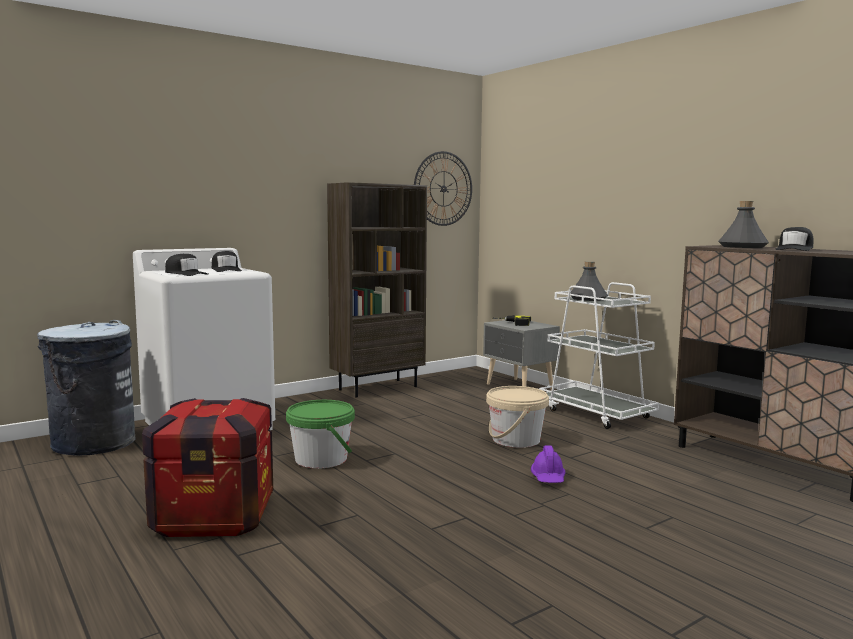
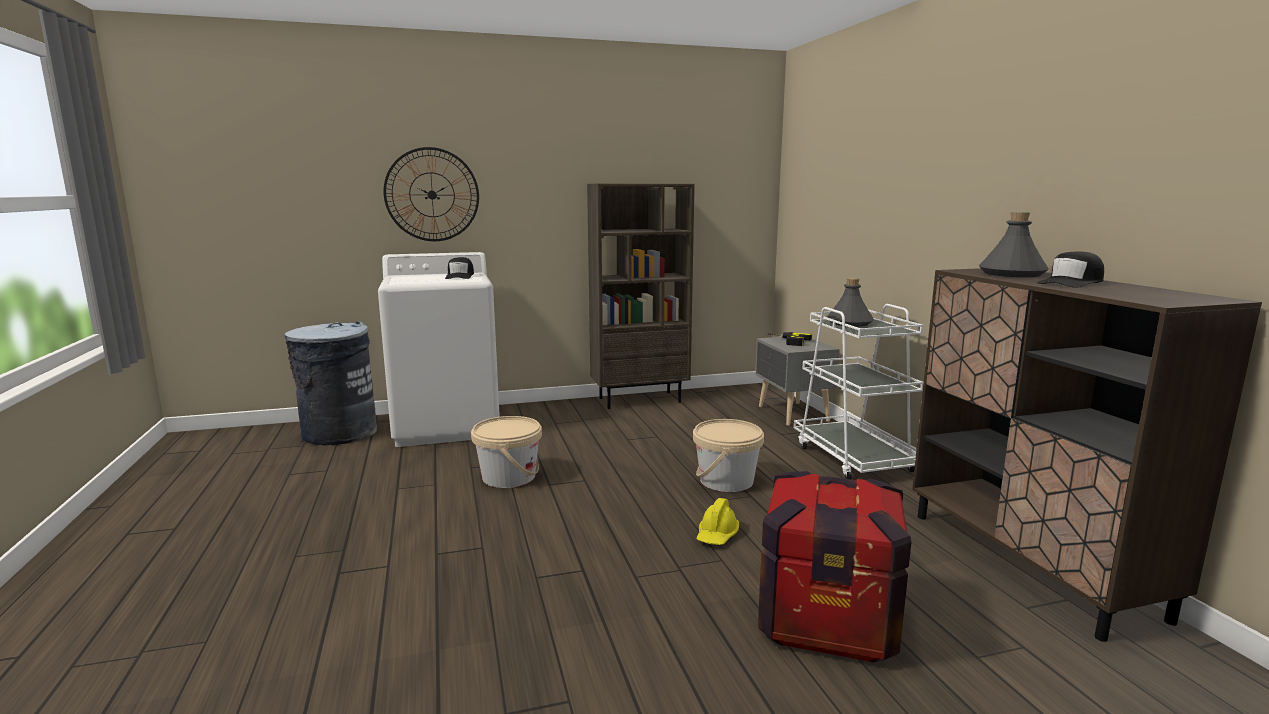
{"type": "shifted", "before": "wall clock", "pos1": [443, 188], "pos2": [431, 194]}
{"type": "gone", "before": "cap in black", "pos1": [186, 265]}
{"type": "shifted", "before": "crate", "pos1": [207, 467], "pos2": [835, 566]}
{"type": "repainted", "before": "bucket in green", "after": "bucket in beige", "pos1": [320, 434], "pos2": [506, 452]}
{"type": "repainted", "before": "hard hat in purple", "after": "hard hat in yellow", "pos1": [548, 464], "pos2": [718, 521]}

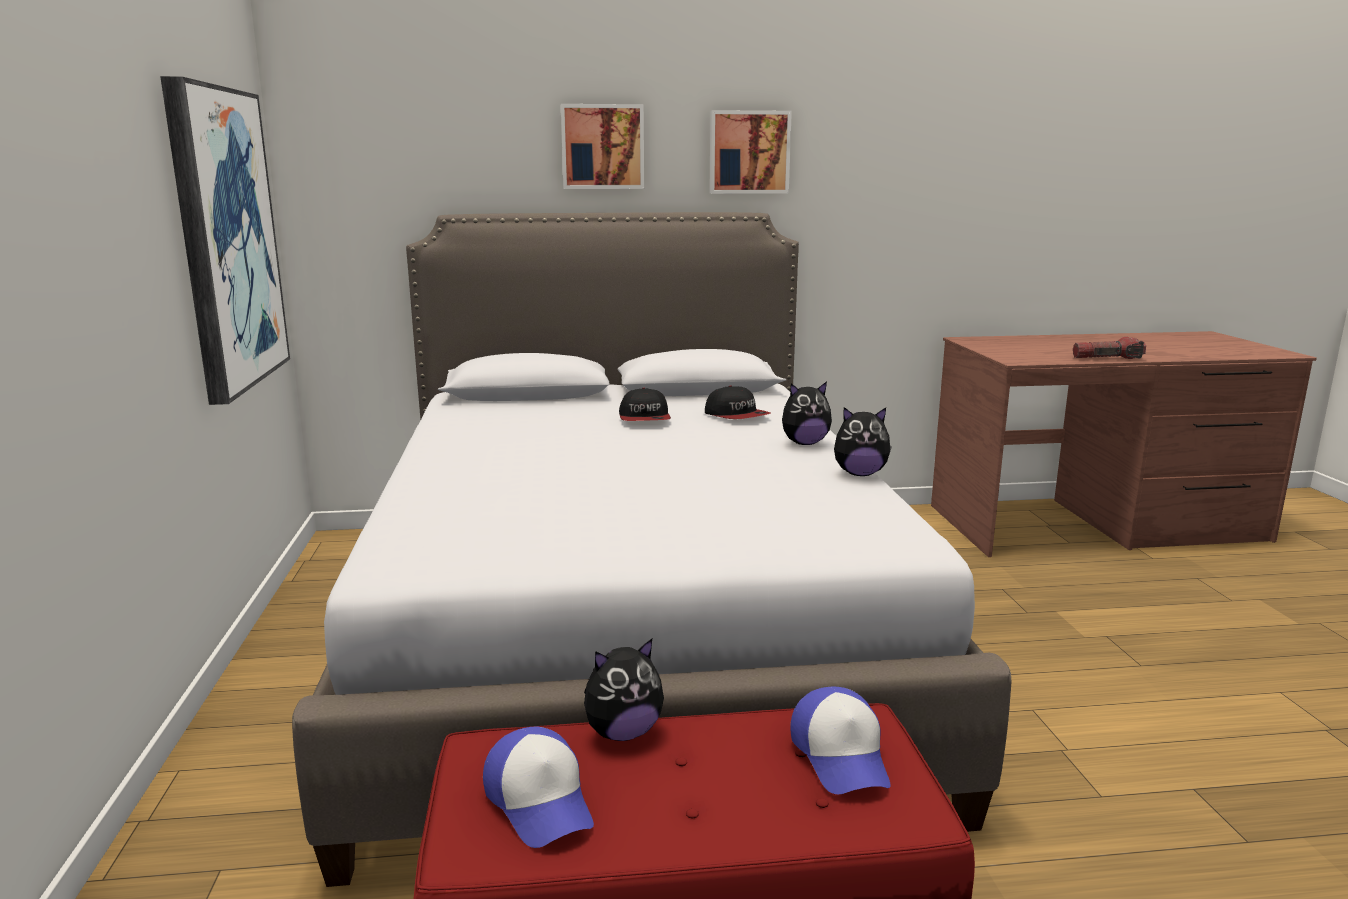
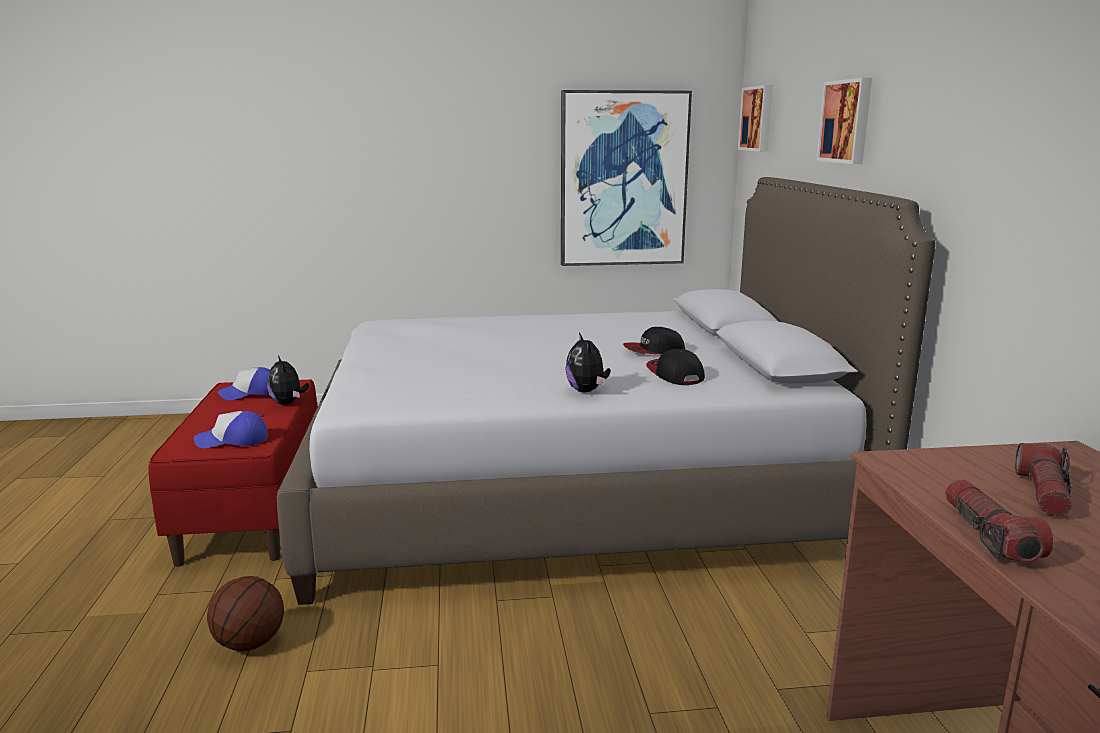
{"type": "shifted", "before": "picture", "pos1": [750, 152], "pos2": [755, 118]}
{"type": "rotated", "before": "cap", "pos1": [737, 402], "pos2": [675, 367], "turn": 105}
{"type": "gone", "before": "plush toy", "pos1": [863, 441]}
{"type": "new", "after": "flashlight", "pos2": [1043, 480]}
{"type": "new", "after": "basketball", "pos2": [245, 613]}

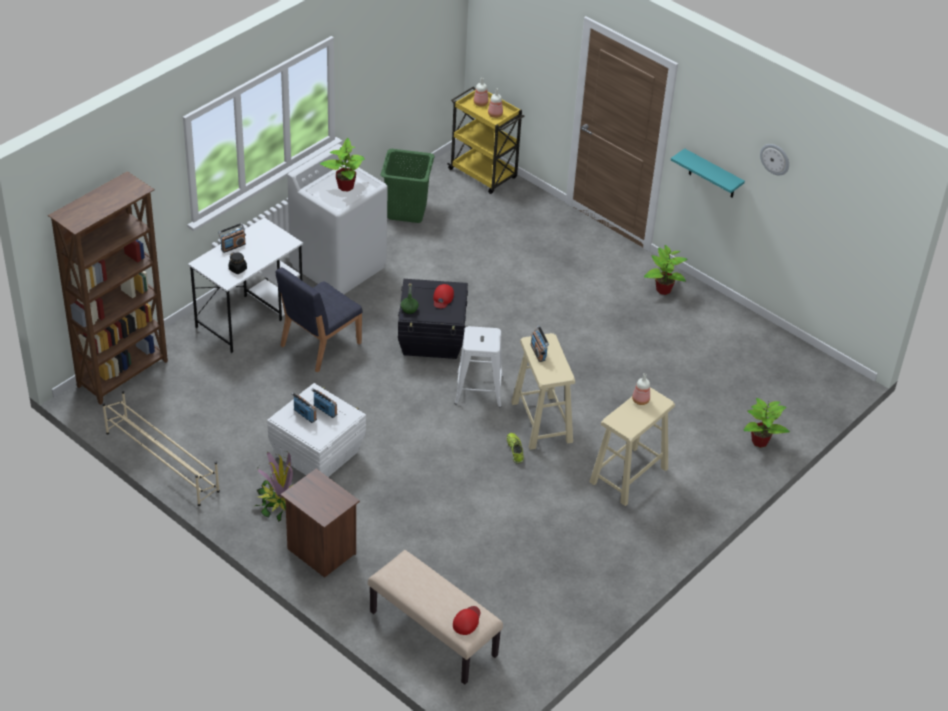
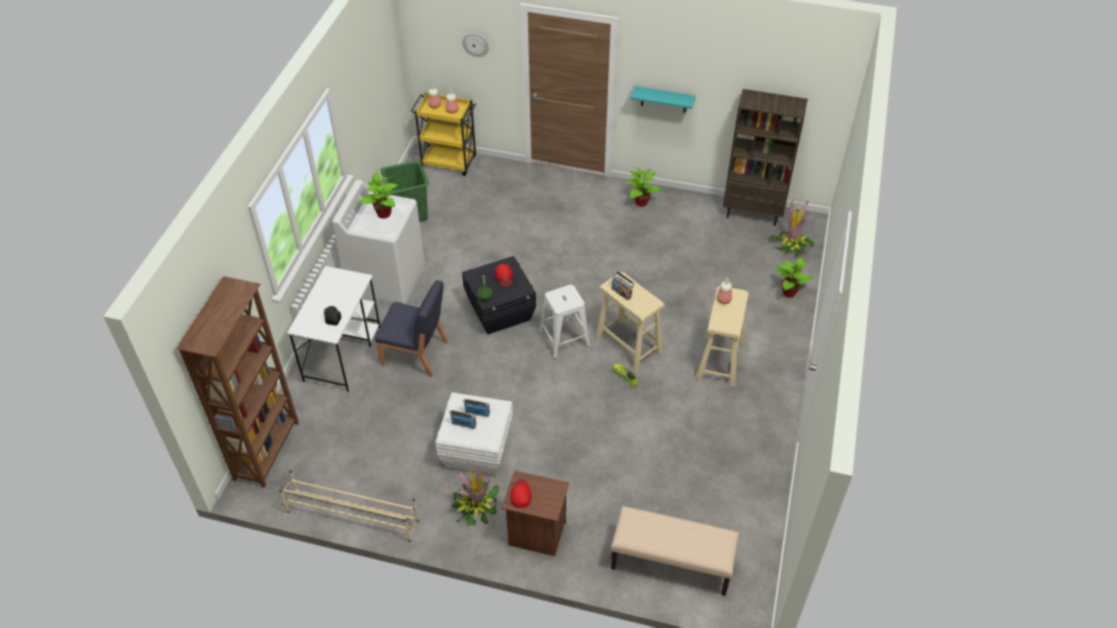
{"type": "shifted", "before": "wall clock", "pos1": [774, 159], "pos2": [475, 45]}
{"type": "gone", "before": "radio", "pos1": [232, 238]}
{"type": "rotated", "before": "chair in blue", "pos1": [319, 320], "pos2": [411, 328], "turn": -90}
{"type": "shifted", "before": "cap in red", "pos1": [466, 620], "pos2": [521, 493]}
{"type": "new", "after": "bookcase in brown", "pos2": [765, 157]}
{"type": "new", "after": "potted plant", "pos2": [792, 228]}

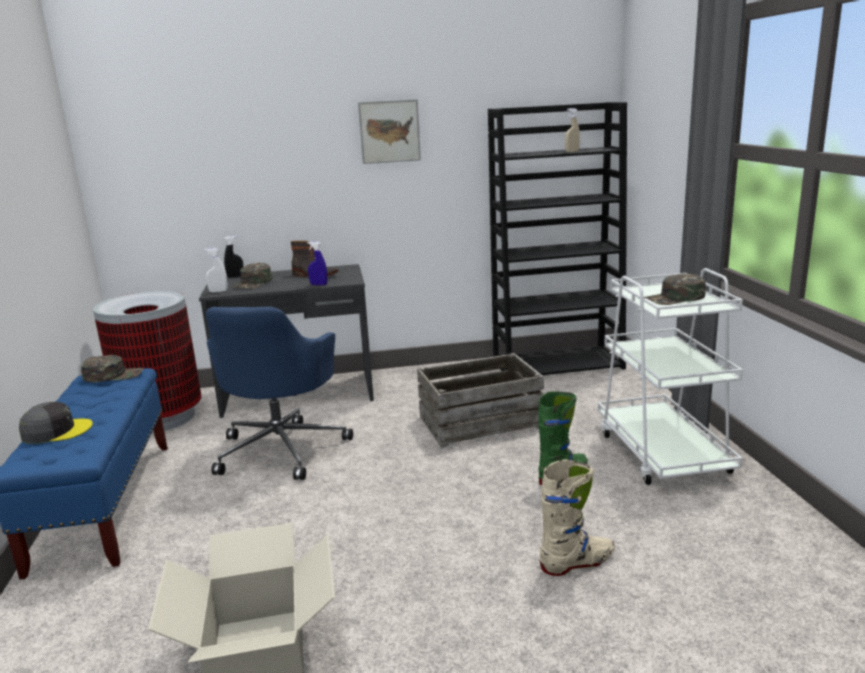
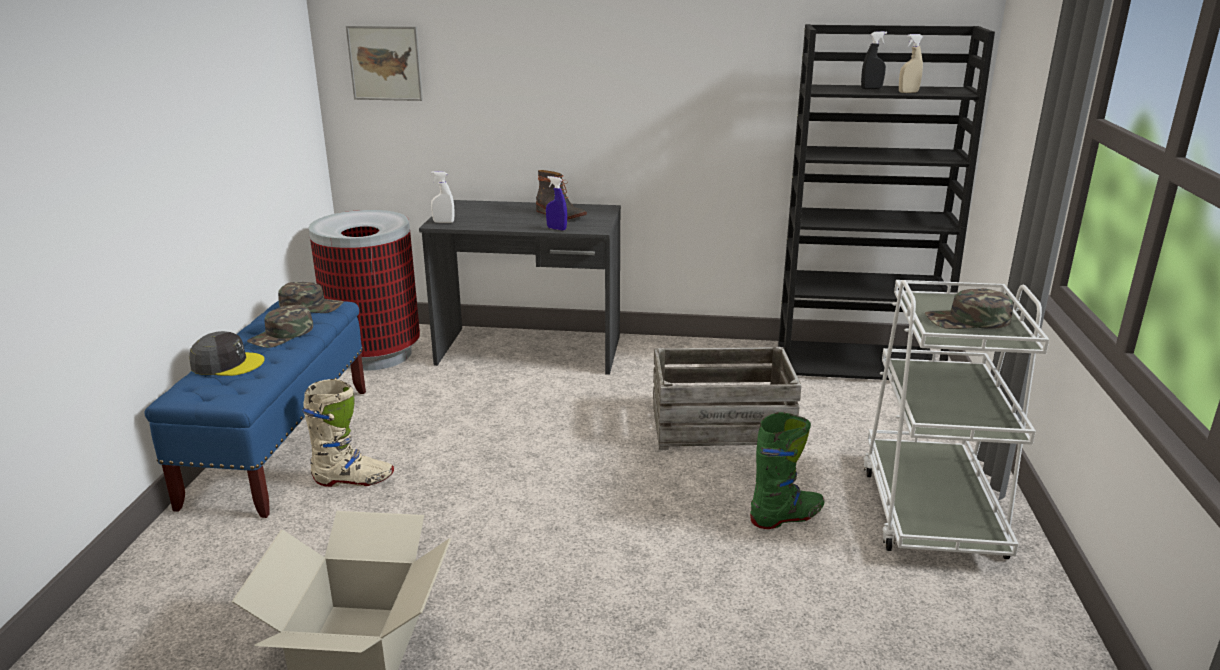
{"type": "shifted", "before": "picture", "pos1": [389, 131], "pos2": [384, 63]}
{"type": "shifted", "before": "spray bottle in black", "pos1": [234, 256], "pos2": [874, 60]}
{"type": "shifted", "before": "cap in green", "pos1": [252, 276], "pos2": [280, 326]}
{"type": "gone", "before": "office chair in blue", "pos1": [279, 393]}
{"type": "shifted", "before": "boot in beige", "pos1": [577, 518], "pos2": [348, 433]}

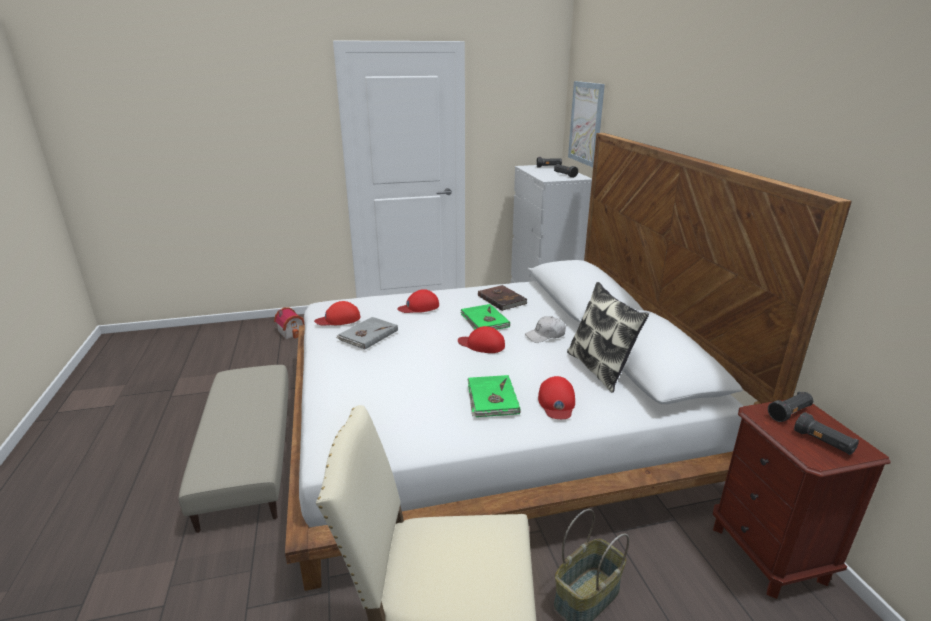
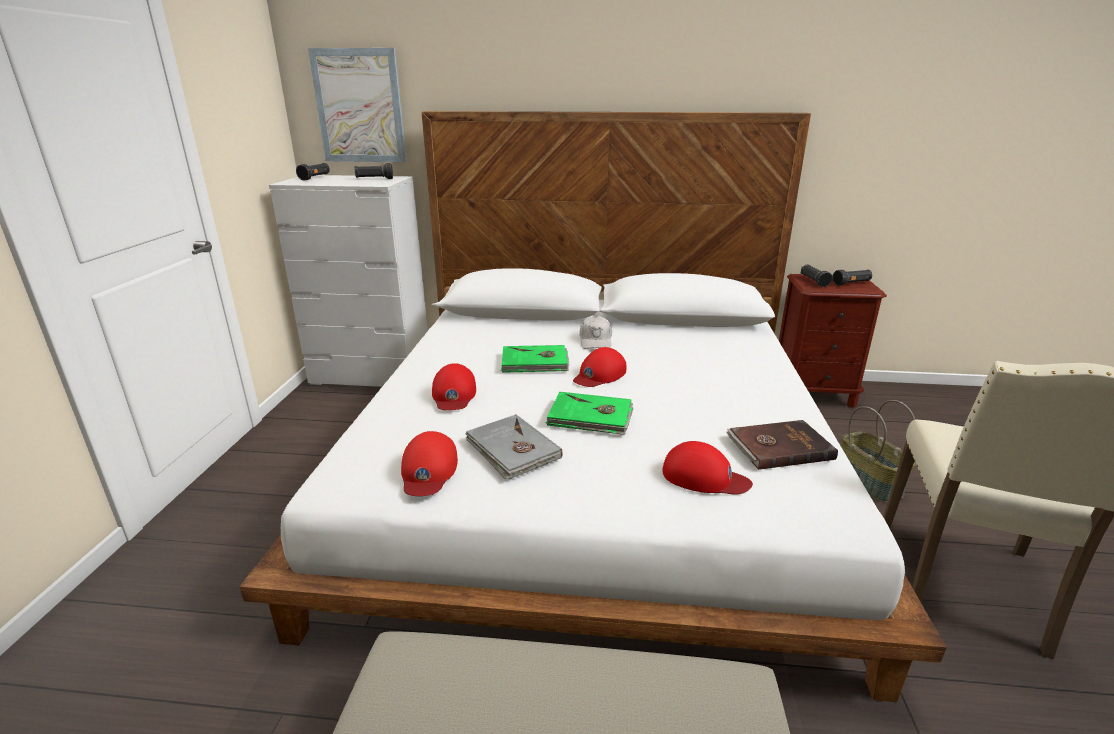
{"type": "gone", "before": "pillow", "pos1": [608, 337]}
{"type": "shifted", "before": "book in brown", "pos1": [503, 298], "pos2": [782, 445]}
{"type": "gone", "before": "toy house", "pos1": [289, 323]}
{"type": "shifted", "before": "book in green", "pos1": [494, 396], "pos2": [590, 413]}
{"type": "shifted", "before": "cap in red", "pos1": [556, 397], "pos2": [707, 468]}

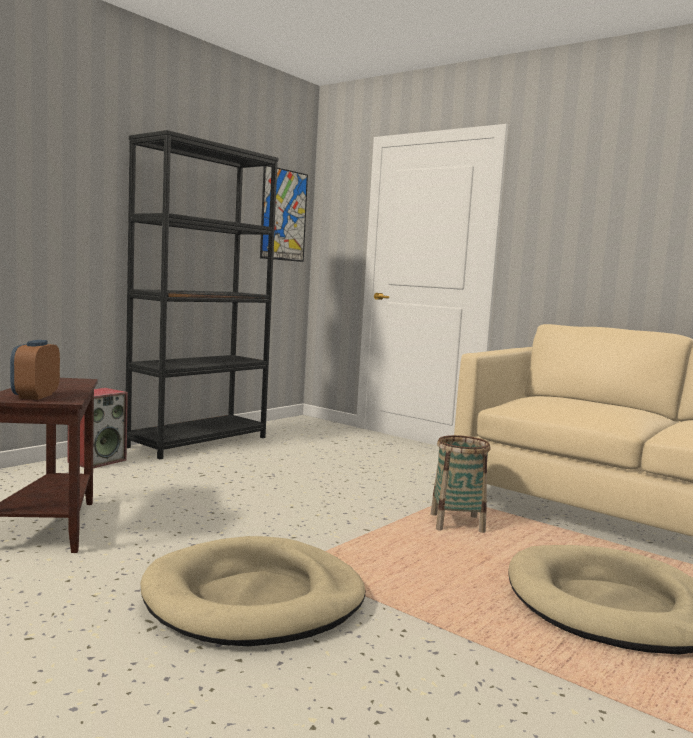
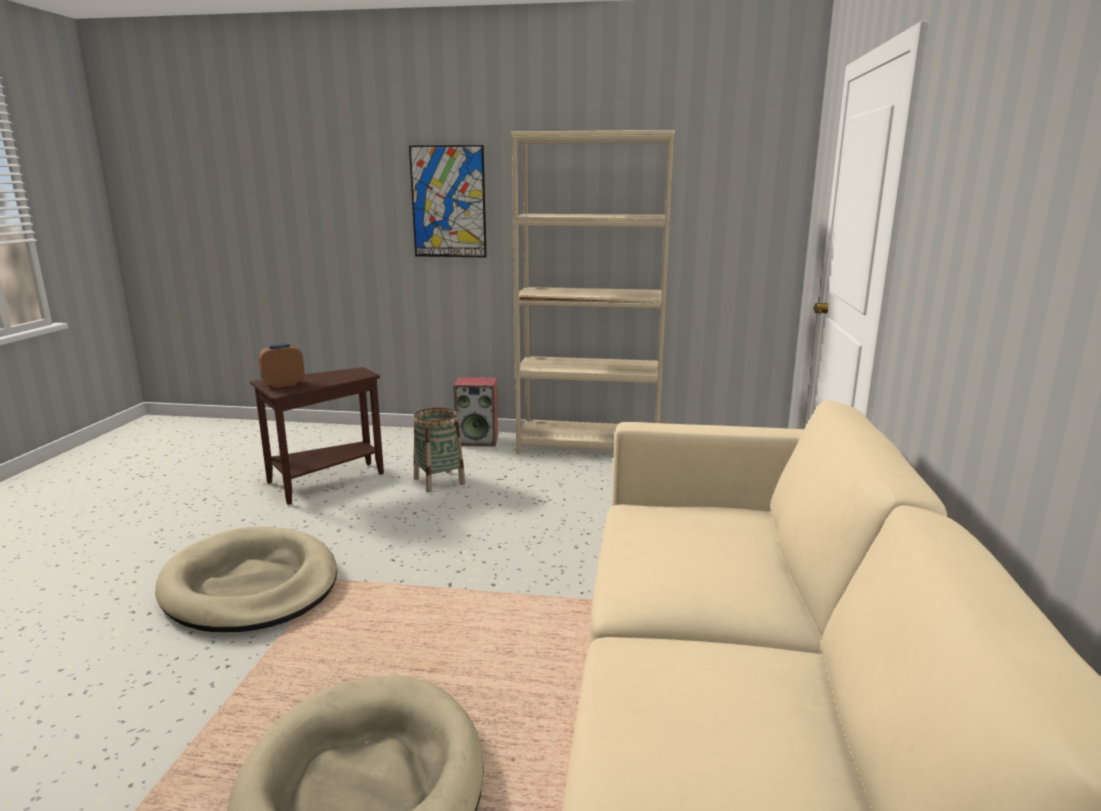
{"type": "repainted", "before": "bookcase in black", "after": "bookcase in beige", "pos1": [202, 294], "pos2": [593, 292]}
{"type": "shifted", "before": "picture", "pos1": [284, 214], "pos2": [448, 201]}
{"type": "shifted", "before": "basket", "pos1": [461, 484], "pos2": [439, 449]}

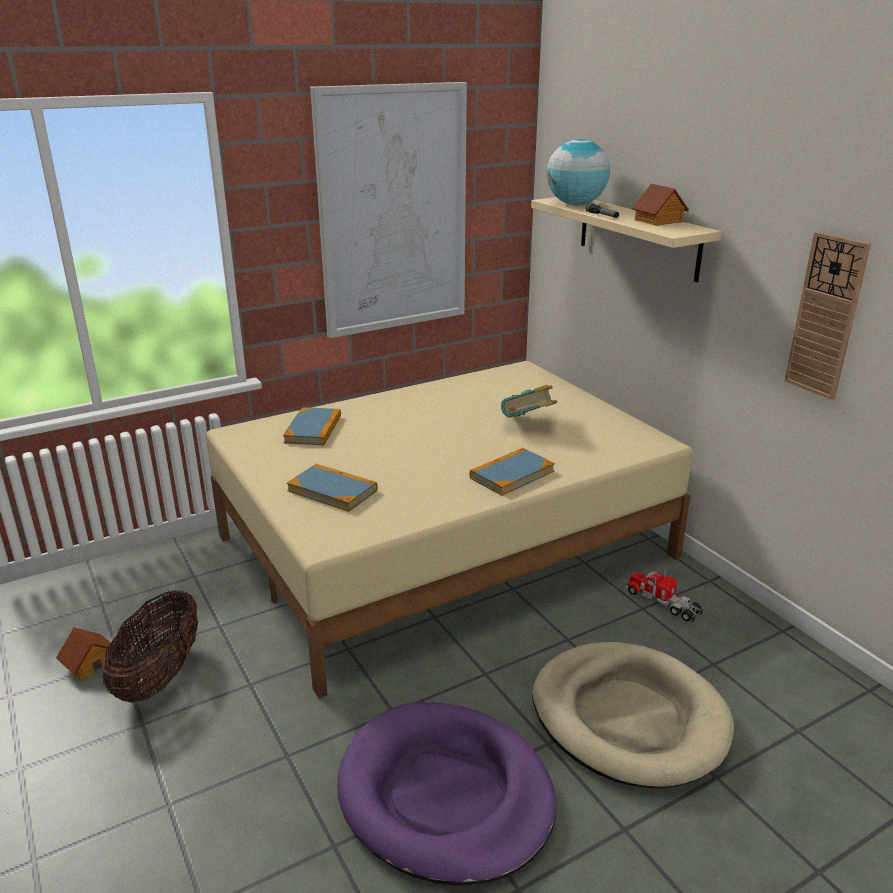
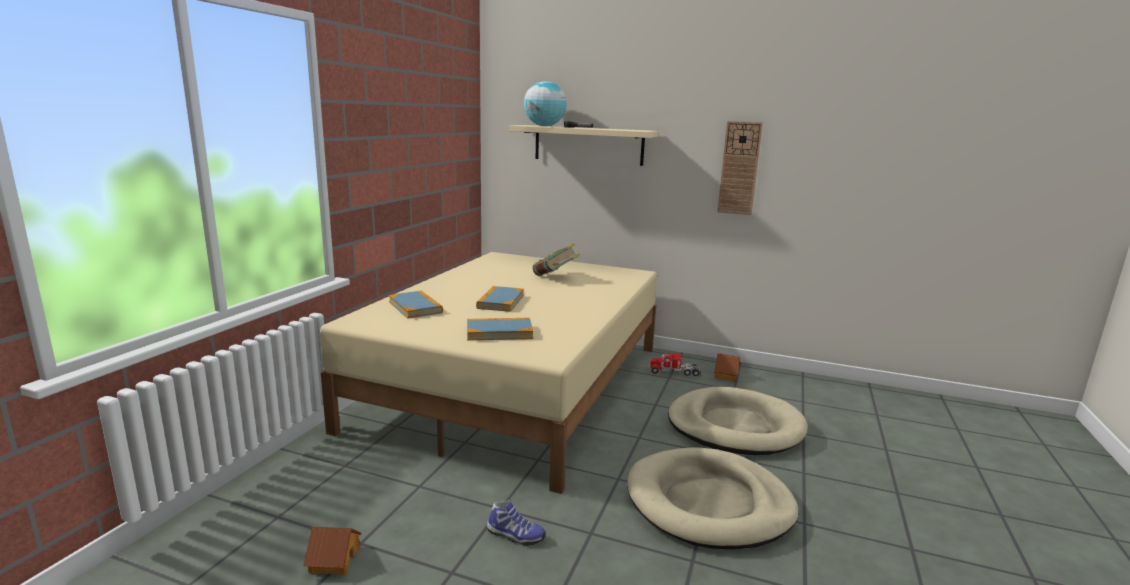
{"type": "gone", "before": "picture", "pos1": [388, 210]}
{"type": "shifted", "before": "toy house", "pos1": [660, 205], "pos2": [727, 367]}
{"type": "shifted", "before": "book", "pos1": [512, 472], "pos2": [500, 299]}
{"type": "gone", "before": "basket", "pos1": [150, 646]}
{"type": "repainted", "before": "dog bed in purple", "after": "dog bed in beige", "pos1": [447, 793], "pos2": [712, 498]}
{"type": "new", "after": "shoe", "pos2": [516, 523]}

